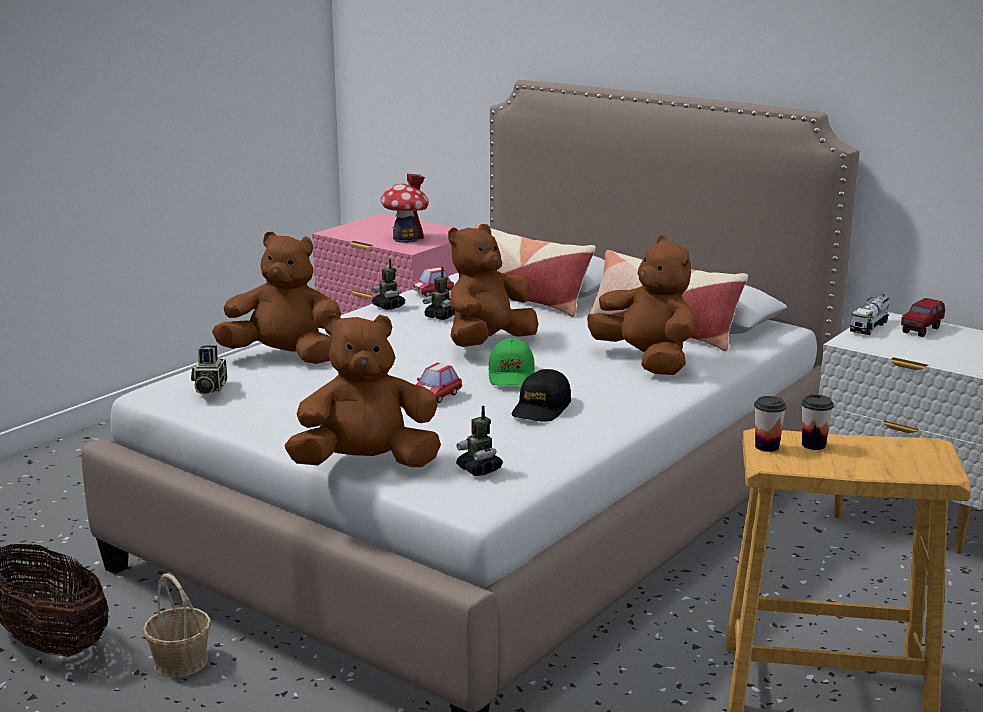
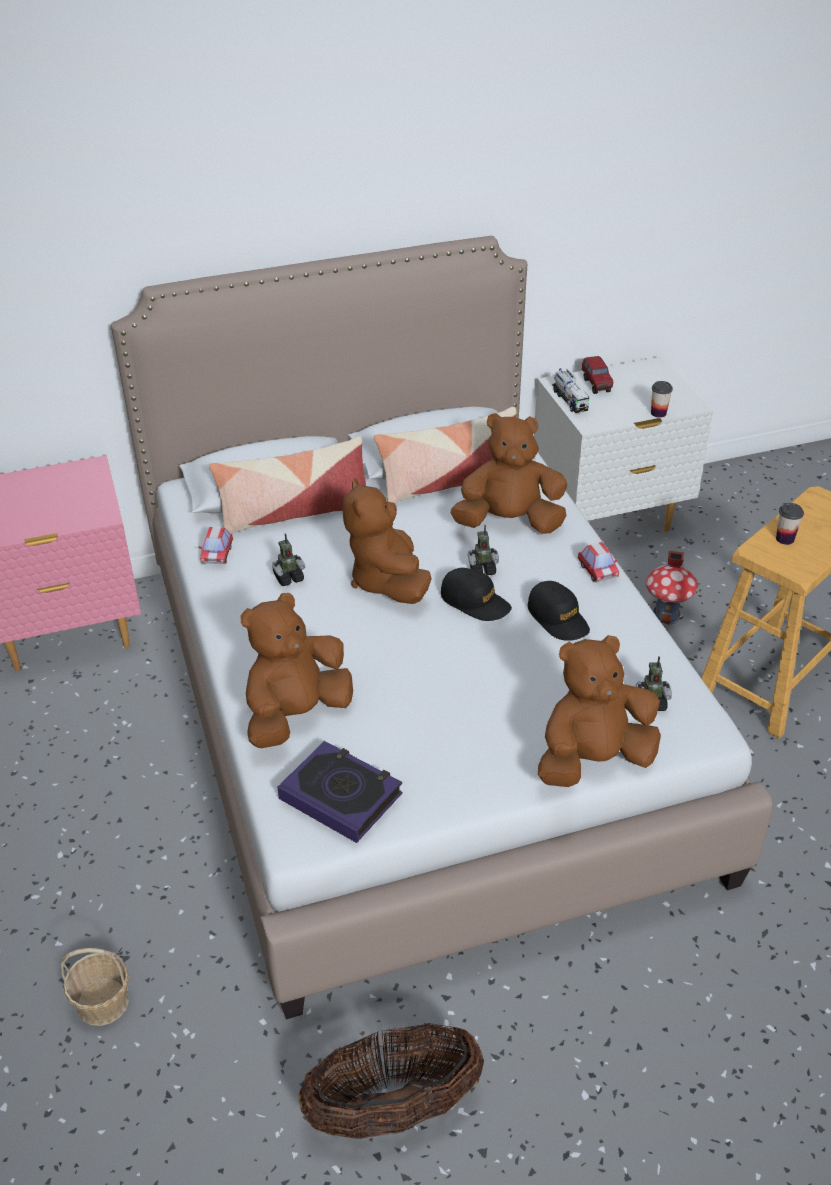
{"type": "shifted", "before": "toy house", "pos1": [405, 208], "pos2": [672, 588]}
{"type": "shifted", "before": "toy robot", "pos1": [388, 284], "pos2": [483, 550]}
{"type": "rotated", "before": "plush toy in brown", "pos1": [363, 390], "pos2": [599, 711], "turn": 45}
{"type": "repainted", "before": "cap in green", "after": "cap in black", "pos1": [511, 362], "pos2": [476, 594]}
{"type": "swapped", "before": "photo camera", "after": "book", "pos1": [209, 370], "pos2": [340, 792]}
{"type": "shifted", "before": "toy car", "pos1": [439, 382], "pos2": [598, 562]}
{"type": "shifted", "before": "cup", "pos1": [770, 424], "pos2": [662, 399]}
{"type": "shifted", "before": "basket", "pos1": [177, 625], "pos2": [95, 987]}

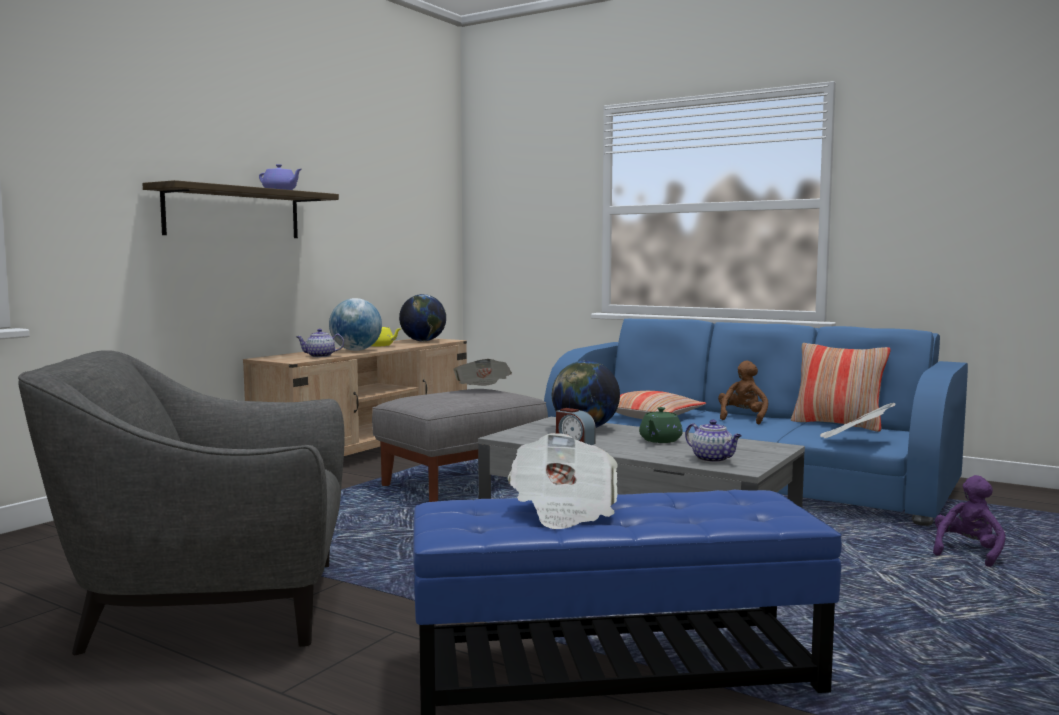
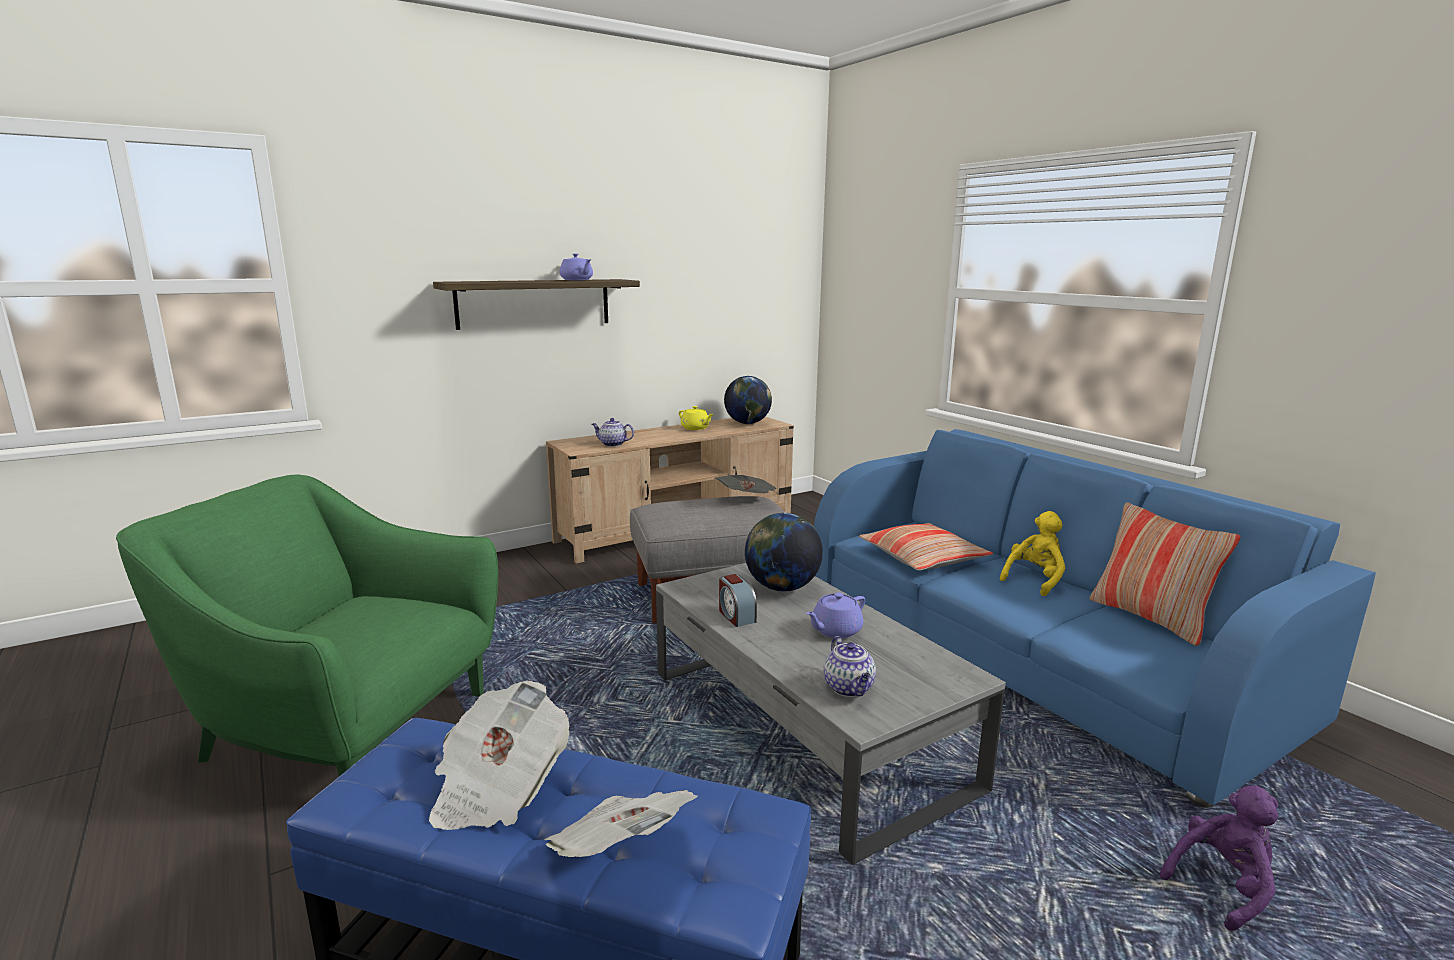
{"type": "gone", "before": "globe", "pos1": [355, 324]}
{"type": "repainted", "before": "armchair in grey", "after": "armchair in green", "pos1": [181, 503], "pos2": [307, 625]}
{"type": "repainted", "before": "plush toy in brown", "after": "plush toy in yellow", "pos1": [743, 392], "pos2": [1032, 553]}
{"type": "shifted", "before": "newspaper", "pos1": [857, 420], "pos2": [621, 823]}
{"type": "repainted", "before": "teapot in green", "after": "teapot in purple", "pos1": [661, 425], "pos2": [835, 615]}

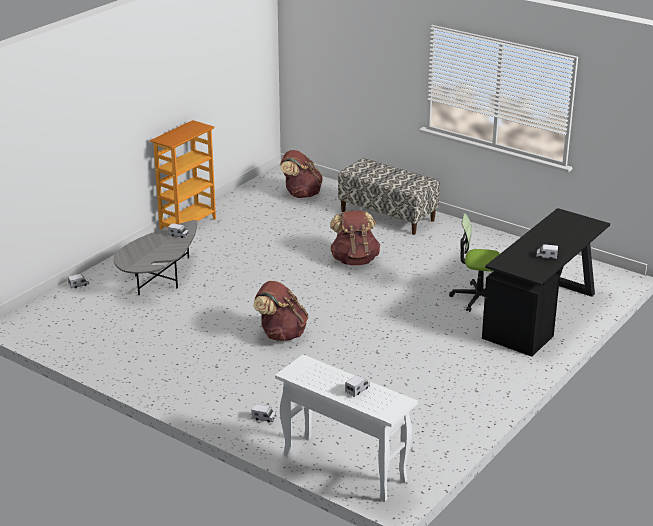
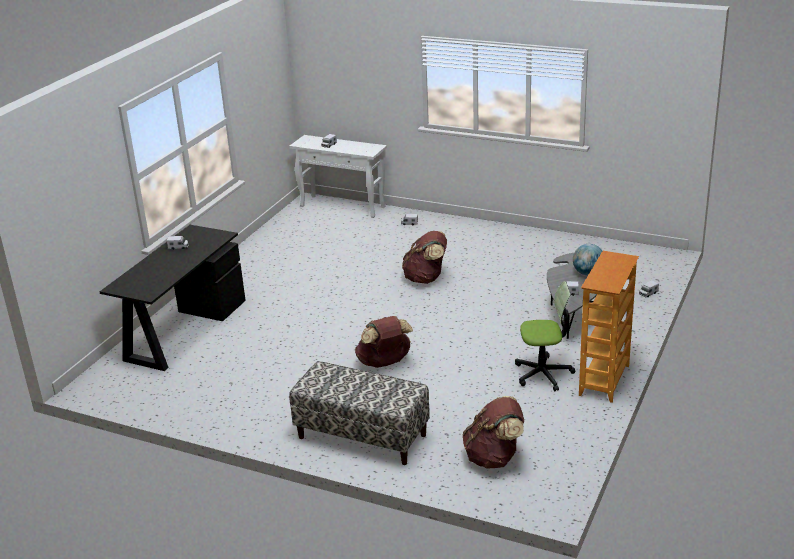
{"type": "shifted", "before": "office chair", "pos1": [474, 262], "pos2": [545, 336]}
{"type": "new", "after": "globe", "pos2": [587, 260]}

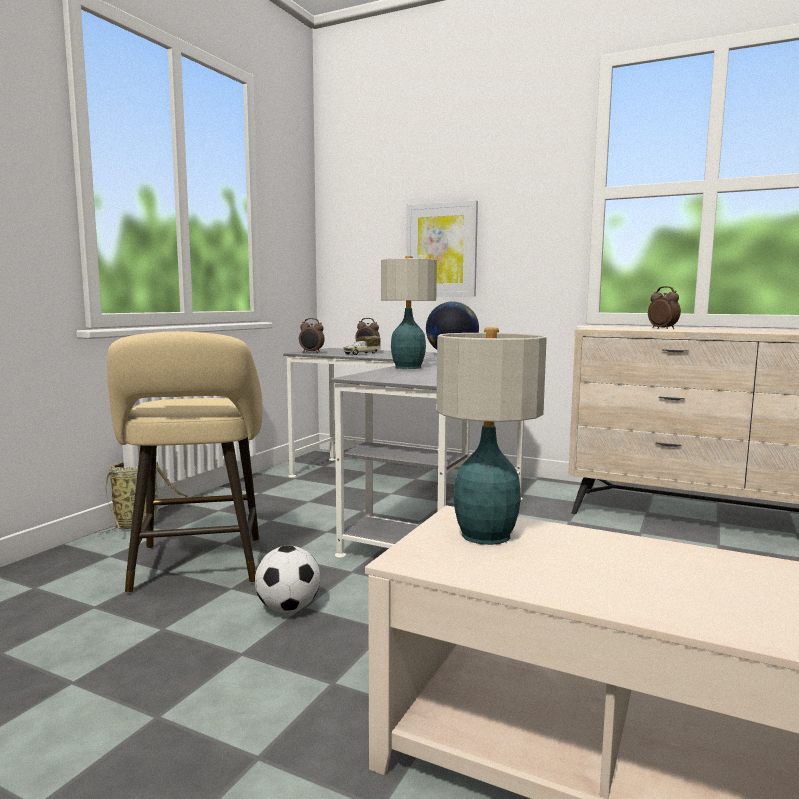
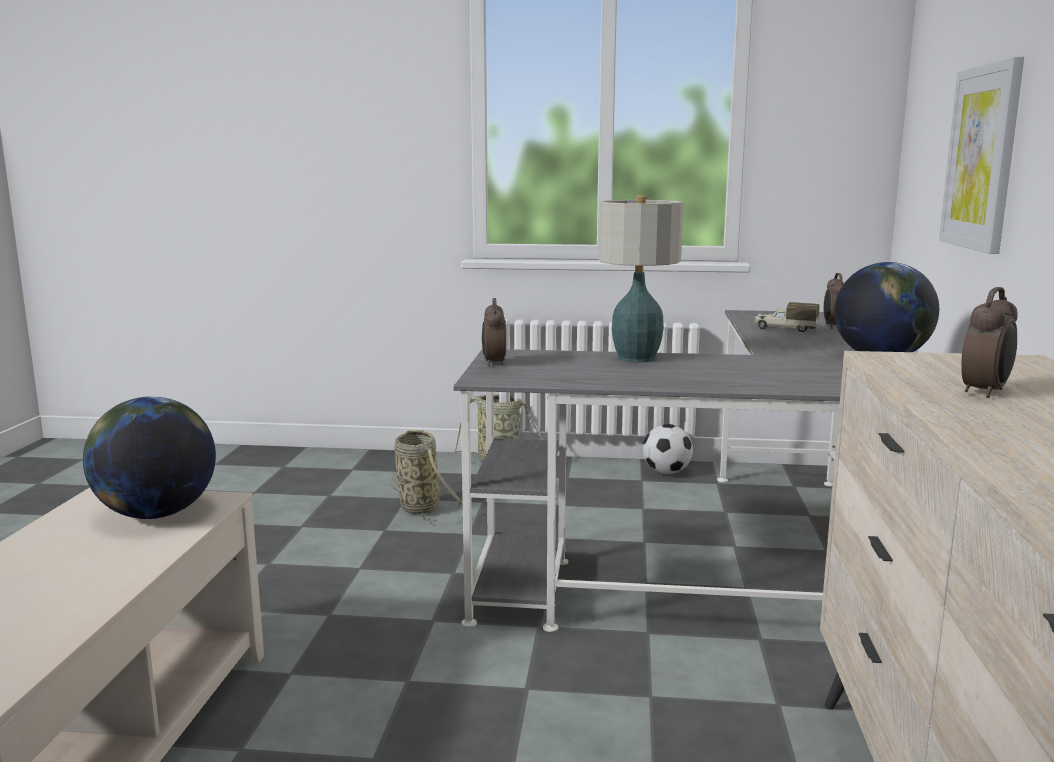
{"type": "shifted", "before": "alarm clock", "pos1": [312, 335], "pos2": [494, 332]}
{"type": "swapped", "before": "table lamp", "after": "globe", "pos1": [491, 436], "pos2": [149, 457]}
{"type": "swapped", "before": "stool in beige", "after": "basket", "pos1": [185, 462], "pos2": [426, 476]}
{"type": "shifted", "before": "football", "pos1": [287, 579], "pos2": [668, 449]}

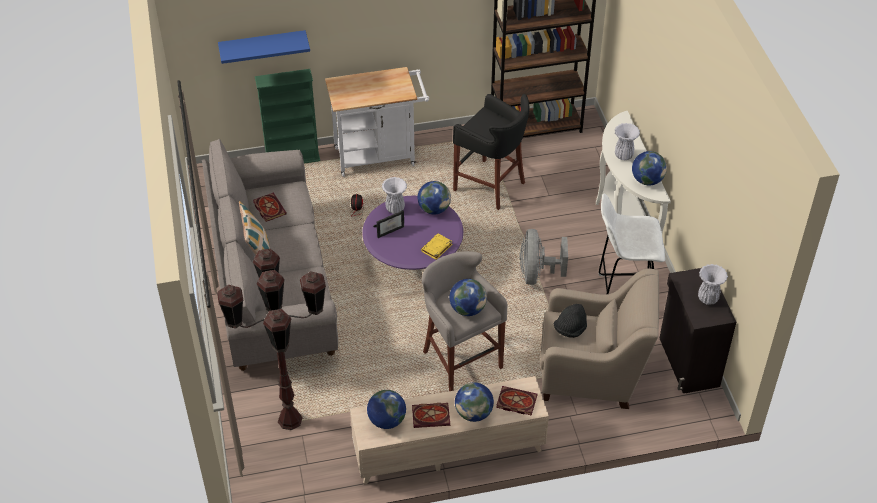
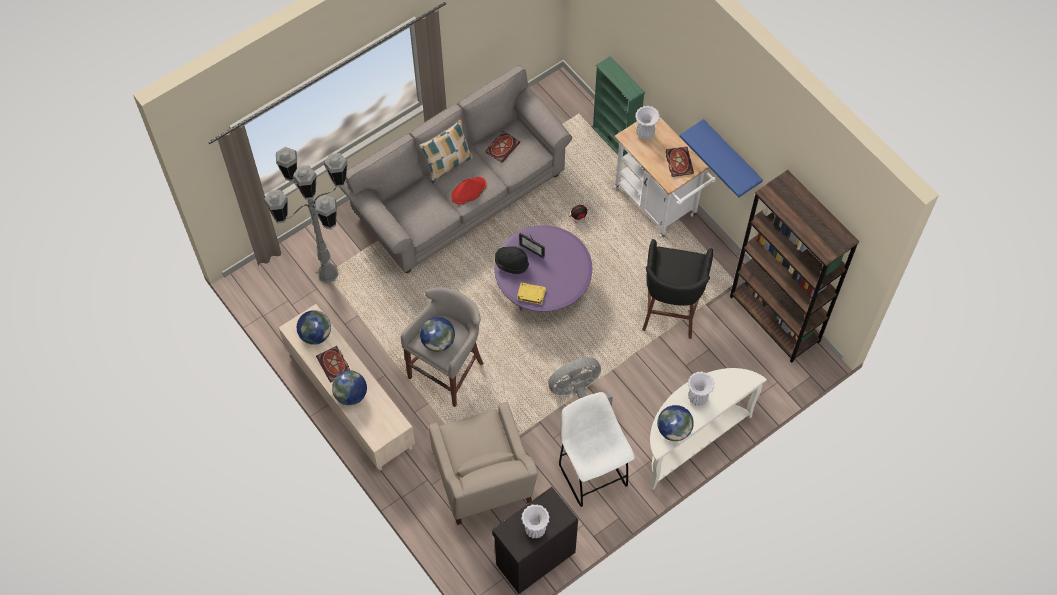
{"type": "shifted", "before": "shelf in blue", "pos1": [264, 47], "pos2": [721, 158]}
{"type": "shifted", "before": "vase in white", "pos1": [394, 195], "pos2": [647, 123]}
{"type": "gone", "before": "globe", "pos1": [434, 198]}
{"type": "repainted", "before": "floor lamp in brown", "after": "floor lamp in grey", "pos1": [271, 339], "pos2": [306, 215]}
{"type": "shifted", "before": "hat in black", "pos1": [570, 321], "pos2": [512, 260]}
{"type": "shifted", "before": "book", "pos1": [516, 401], "pos2": [680, 162]}
{"type": "new", "after": "hat in red", "pos2": [469, 190]}

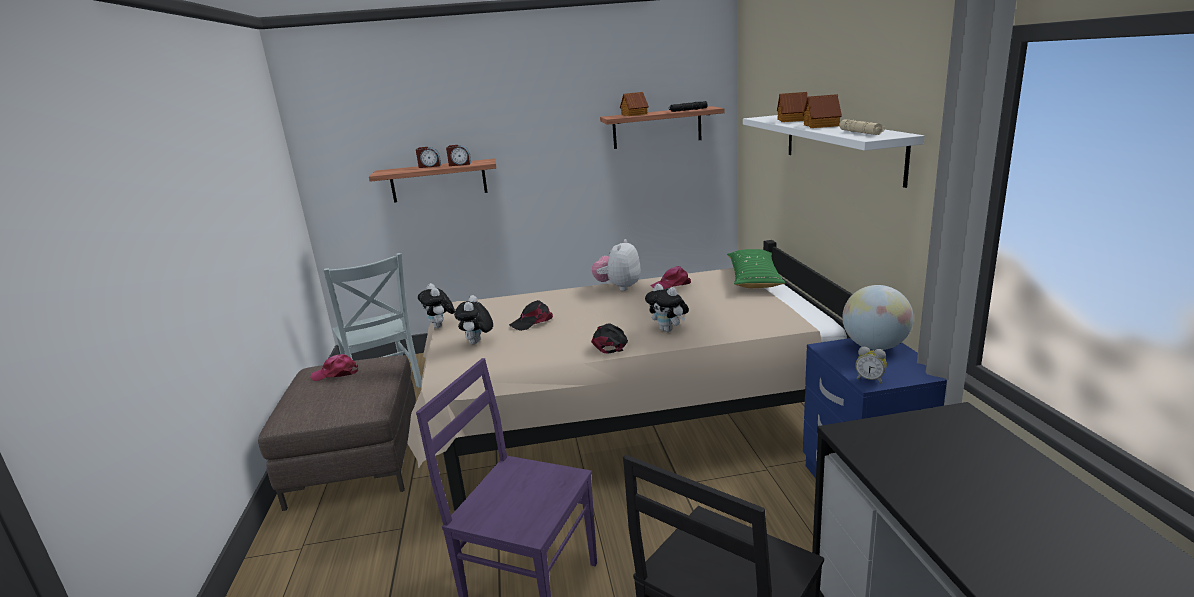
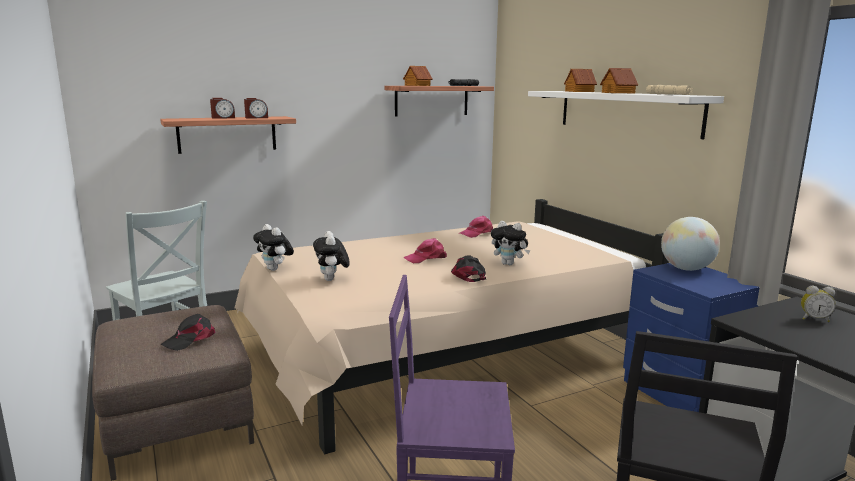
{"type": "gone", "before": "plush toy", "pos1": [616, 265]}
{"type": "gone", "before": "pillow in green", "pos1": [756, 268]}
{"type": "shifted", "before": "cap in black", "pos1": [531, 315], "pos2": [188, 332]}
{"type": "shifted", "before": "alarm clock", "pos1": [871, 365], "pos2": [818, 304]}
{"type": "shifted", "before": "cap in pink", "pos1": [334, 367], "pos2": [425, 250]}

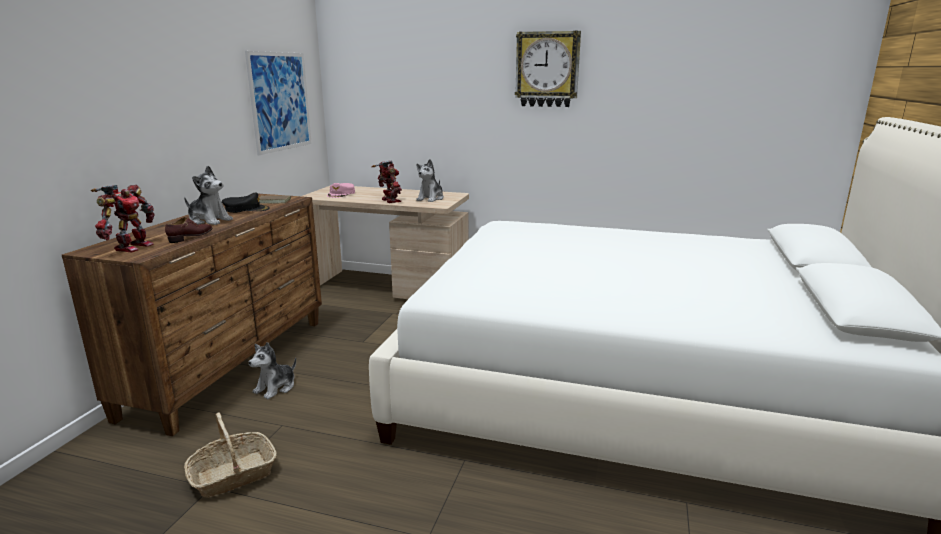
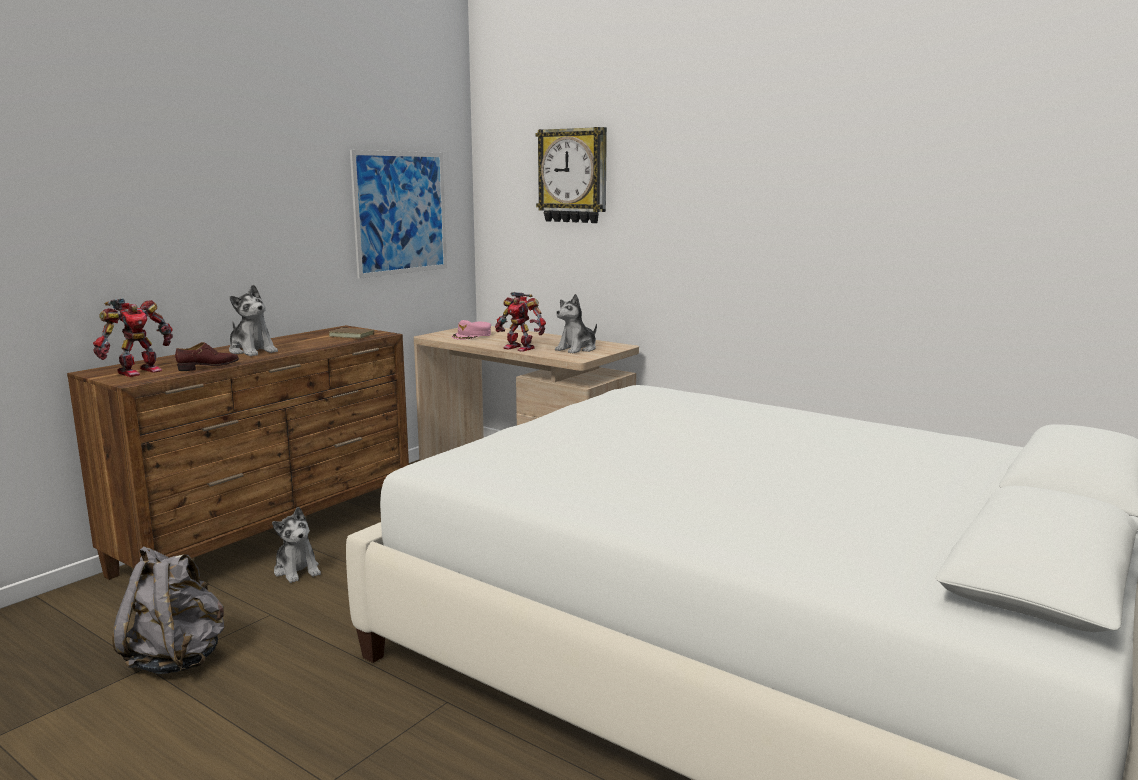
{"type": "shifted", "before": "wall clock", "pos1": [548, 69], "pos2": [571, 175]}
{"type": "rotated", "before": "toy robot", "pos1": [386, 181], "pos2": [520, 322], "turn": 135}
{"type": "gone", "before": "cap in black", "pos1": [246, 202]}
{"type": "rotated", "before": "plush toy", "pos1": [272, 370], "pos2": [296, 545], "turn": -90}
{"type": "swapped", "before": "basket", "after": "backpack in grey", "pos1": [230, 455], "pos2": [168, 610]}

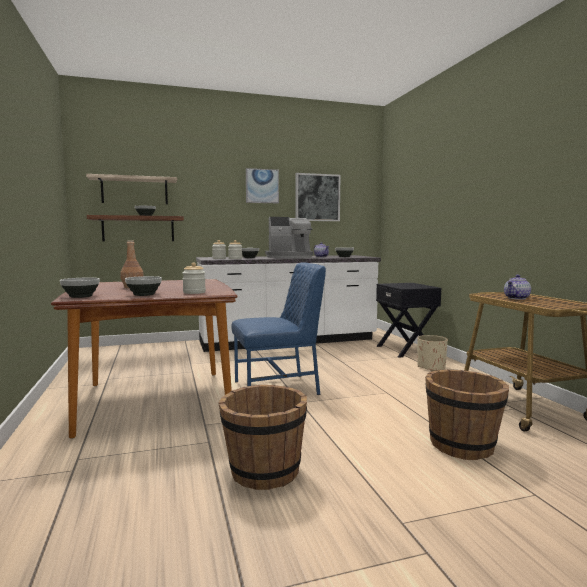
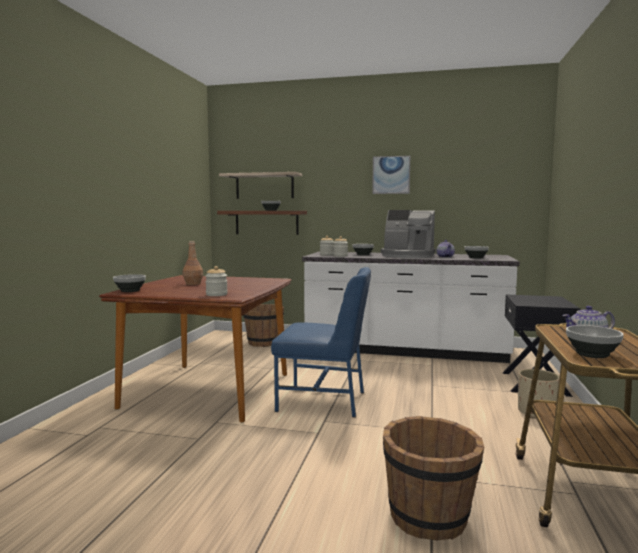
{"type": "gone", "before": "picture", "pos1": [318, 197]}
{"type": "shifted", "before": "bowl", "pos1": [143, 286], "pos2": [595, 341]}
{"type": "shifted", "before": "bucket in brown", "pos1": [262, 437], "pos2": [263, 325]}

